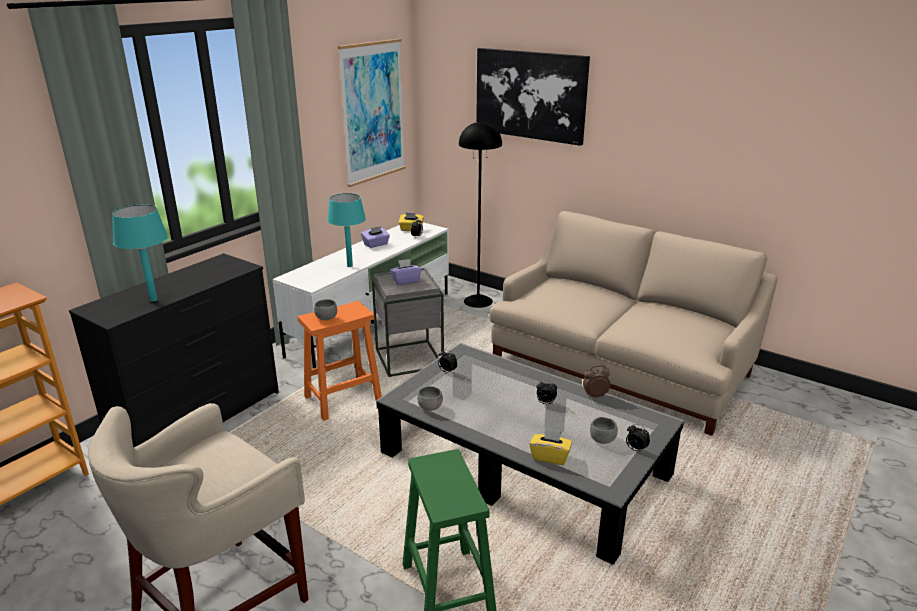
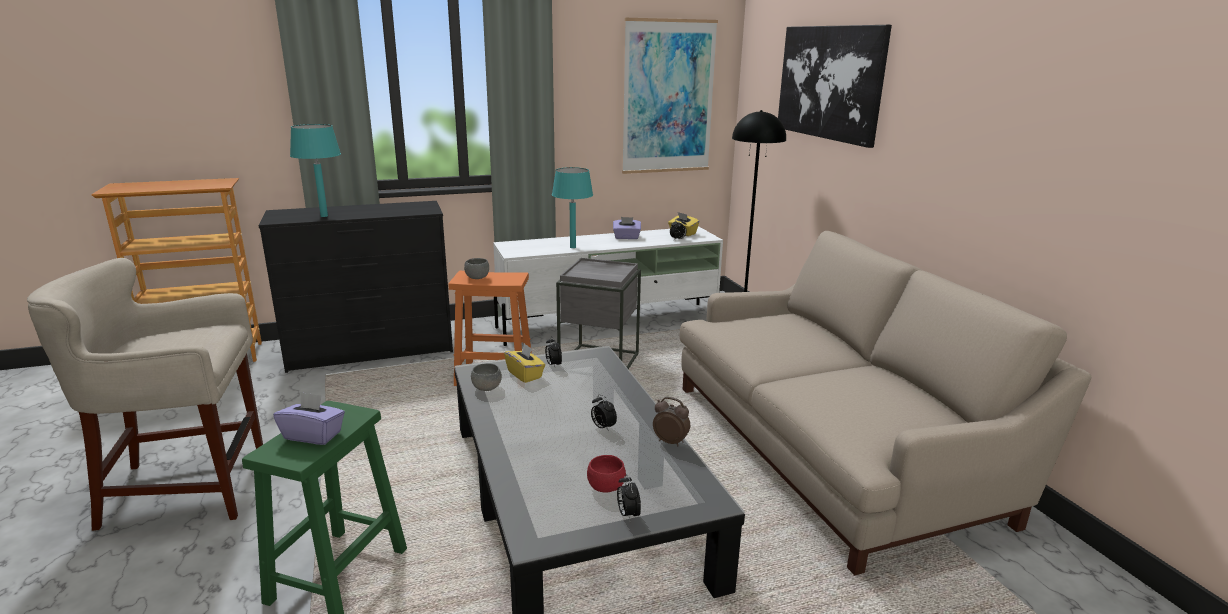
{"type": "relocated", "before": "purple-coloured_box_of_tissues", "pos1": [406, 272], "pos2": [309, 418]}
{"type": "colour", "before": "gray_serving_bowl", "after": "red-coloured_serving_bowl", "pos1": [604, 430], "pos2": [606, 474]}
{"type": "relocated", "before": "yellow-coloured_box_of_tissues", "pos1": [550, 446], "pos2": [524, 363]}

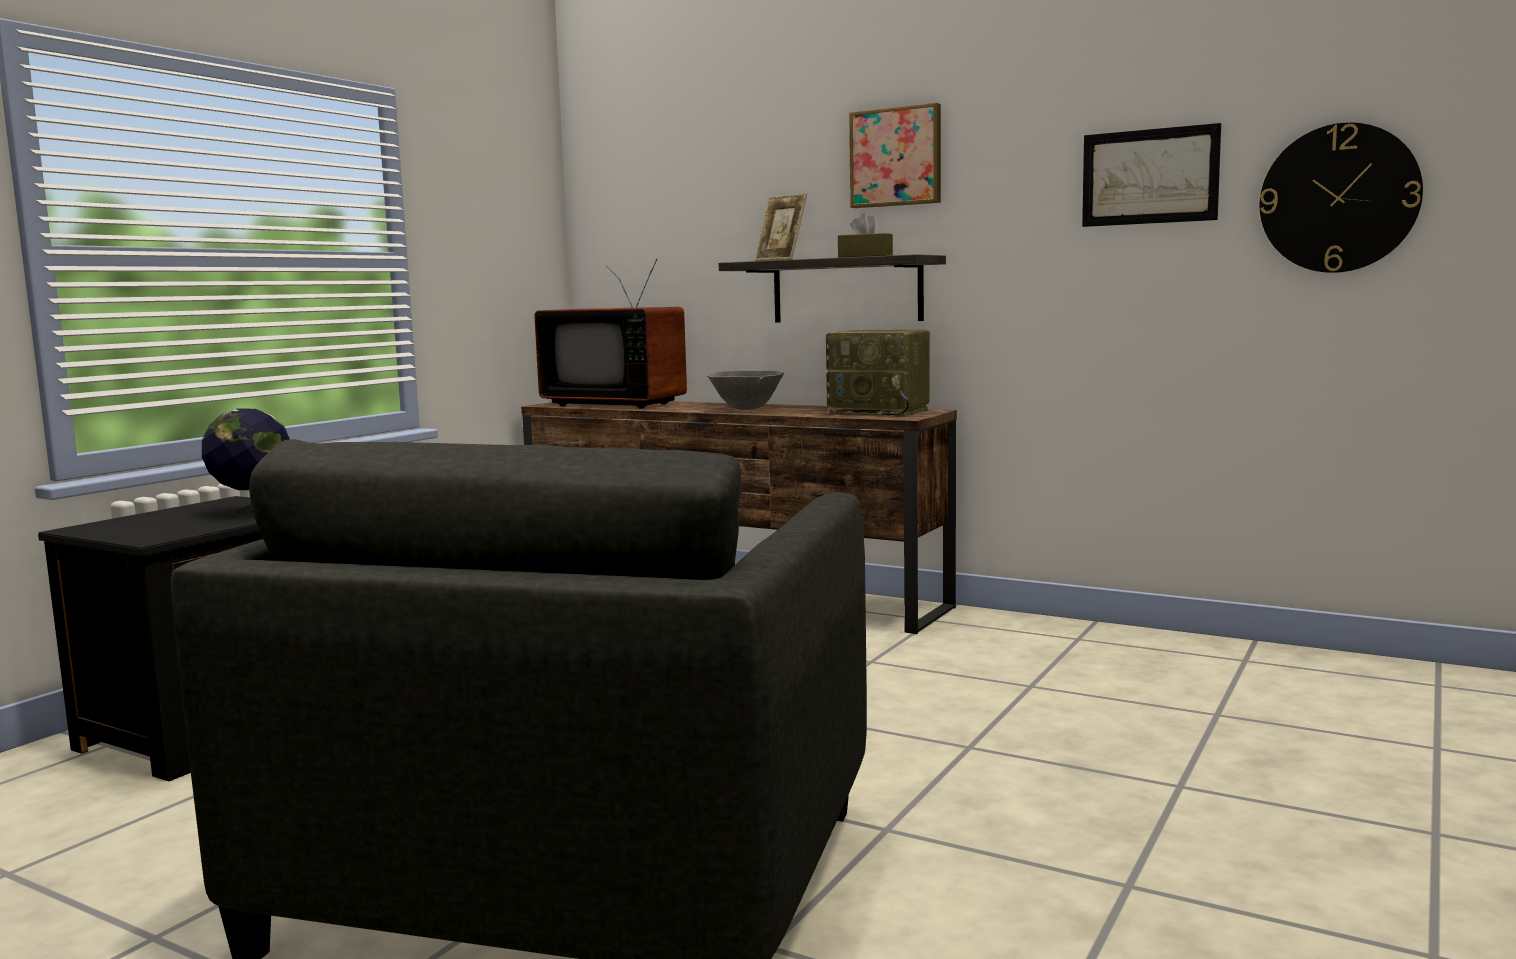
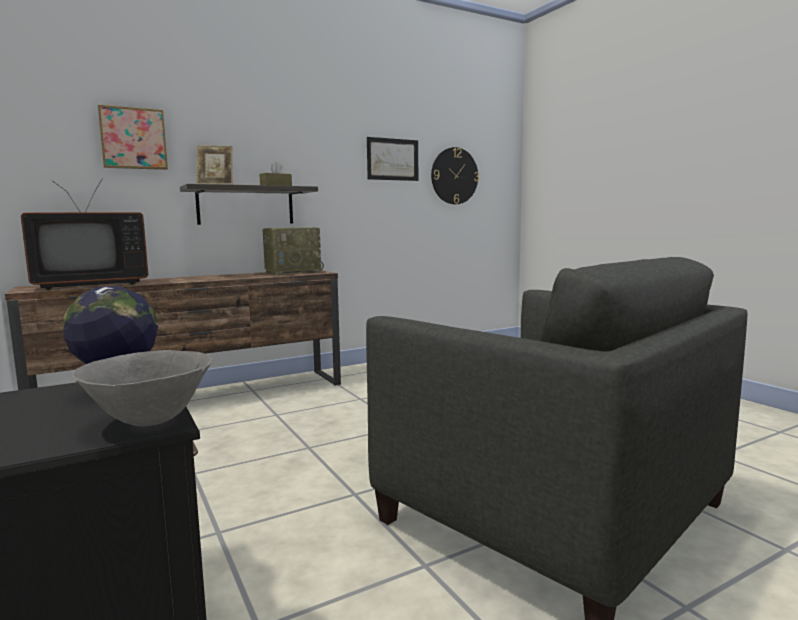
{"type": "relocated", "before": "wall_picture", "pos1": [895, 155], "pos2": [133, 137]}
{"type": "relocated", "before": "gray_serving_bowl", "pos1": [745, 390], "pos2": [142, 388]}

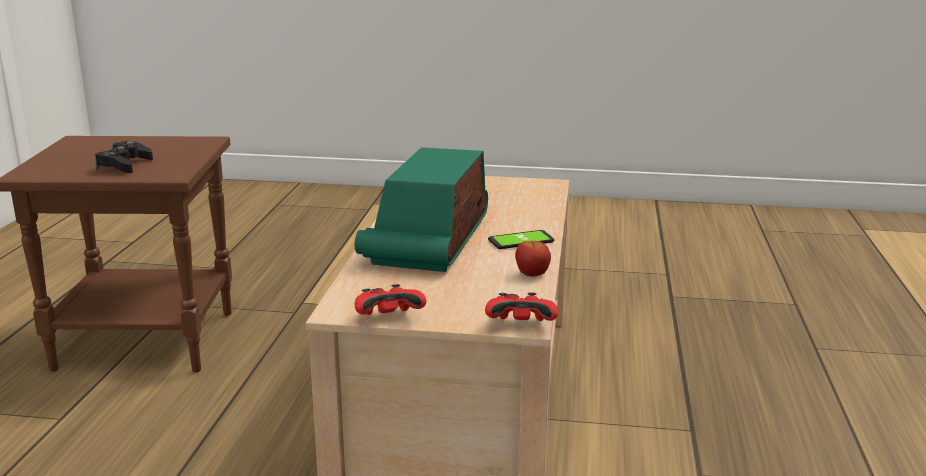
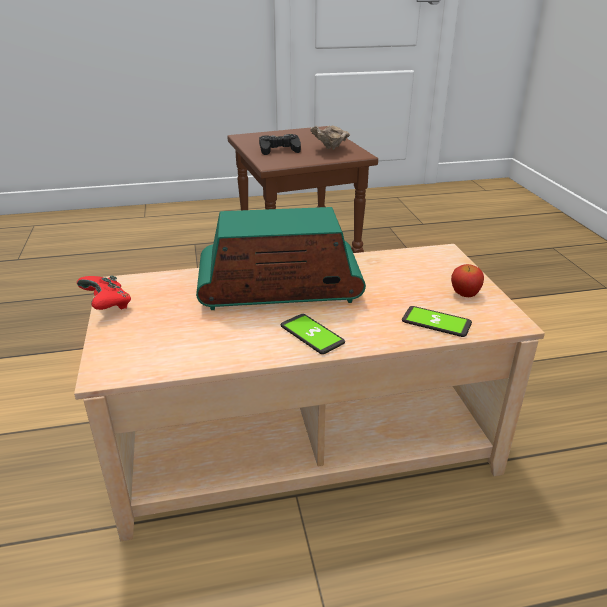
{"type": "relocated", "before": "apple_fruit", "pos1": [533, 259], "pos2": [467, 280]}
{"type": "missing", "before": "red-coloured_joypad", "pos1": [521, 306]}
{"type": "appeared", "after": "sand-coloured_serving_bowl", "pos2": [330, 137]}
{"type": "appeared", "after": "handset", "pos2": [437, 321]}

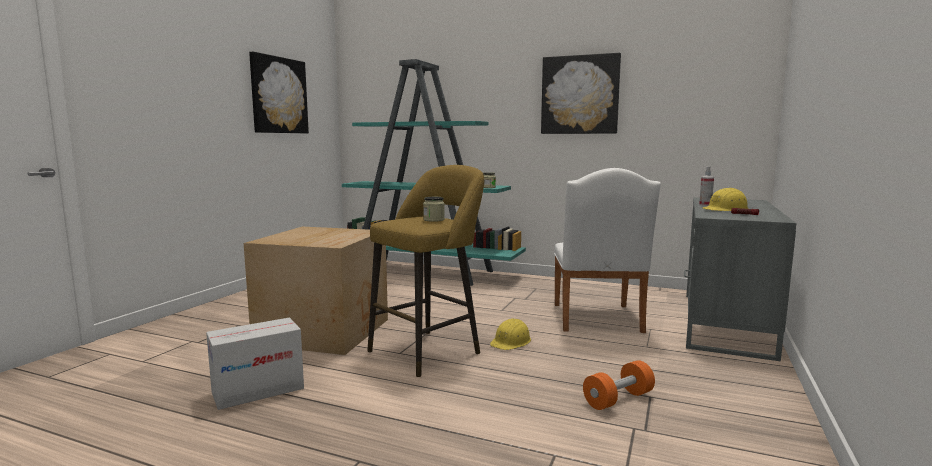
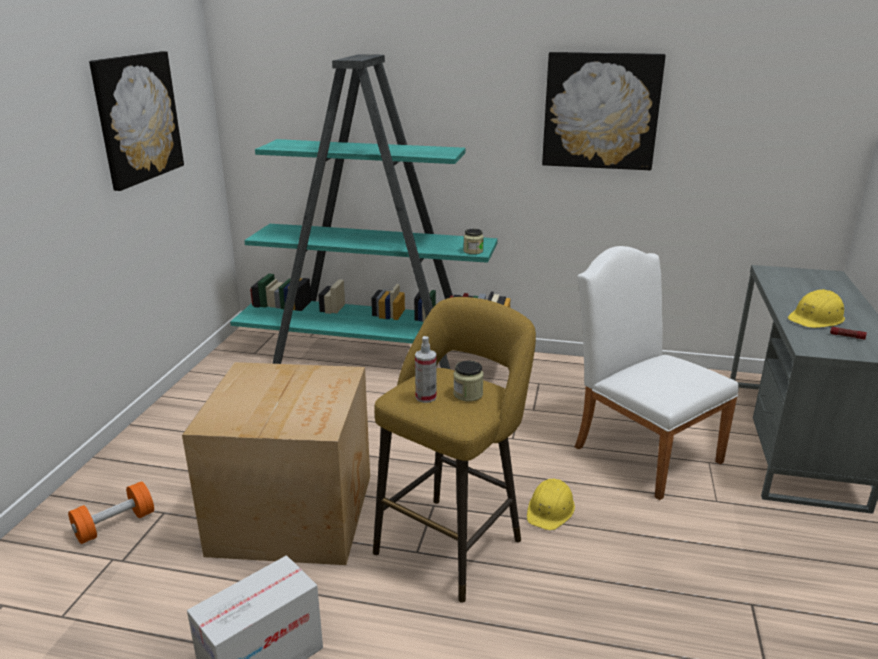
{"type": "relocated", "before": "sprayer", "pos1": [706, 186], "pos2": [426, 369]}
{"type": "spun", "before": "whitish_upright_chair", "pos1": [607, 250], "pos2": [656, 373], "turn": 150}
{"type": "relocated", "before": "orange_hand_weight", "pos1": [619, 385], "pos2": [111, 512]}

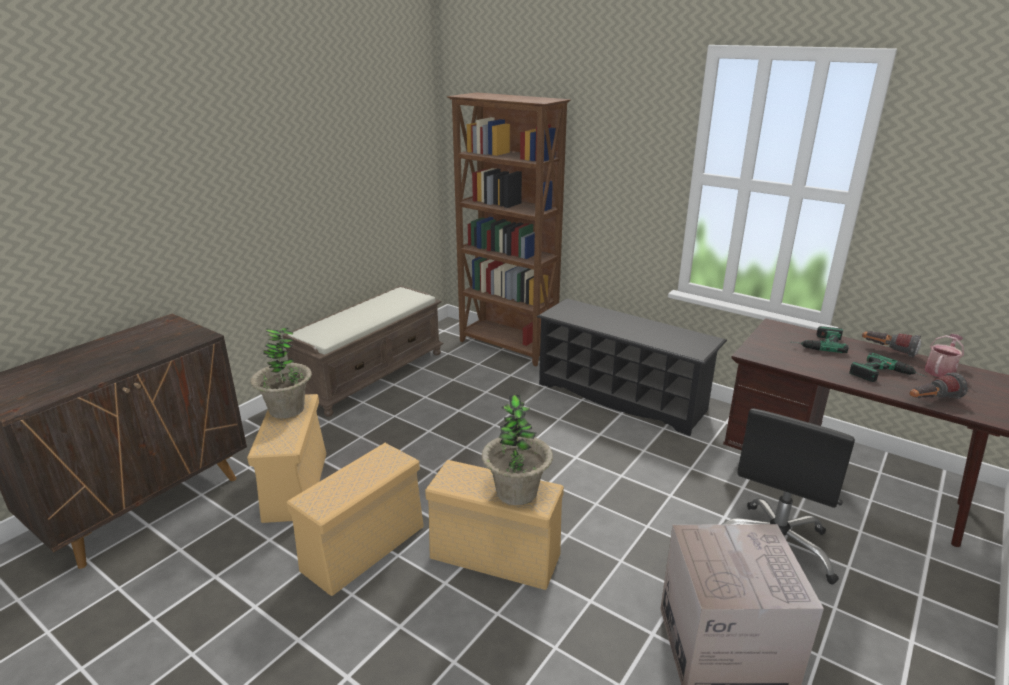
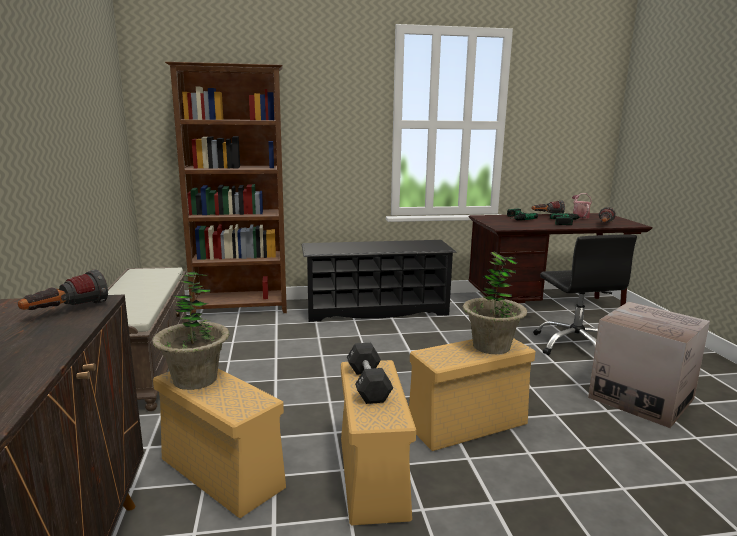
{"type": "appeared", "after": "flashlight", "pos2": [63, 290]}
{"type": "appeared", "after": "blackish_hand_weight", "pos2": [370, 373]}

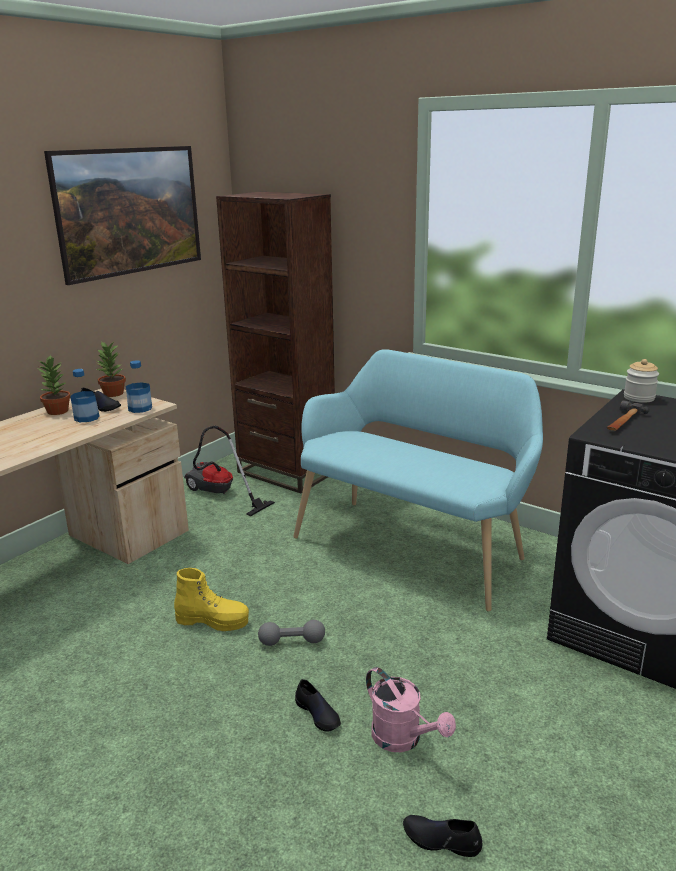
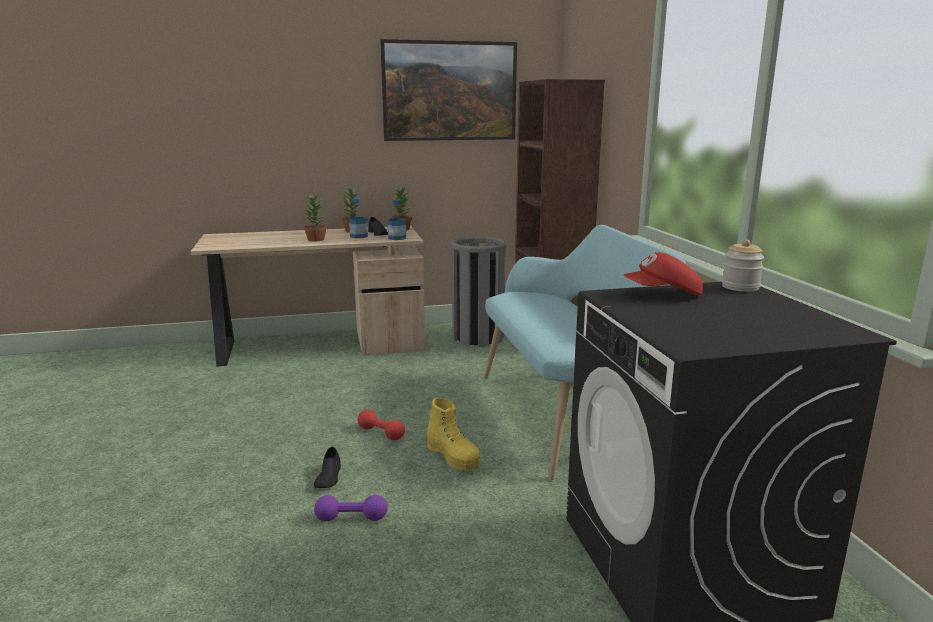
{"type": "exchanged", "before": "hammer", "after": "red-coloured_baseball_cap", "pos1": [628, 415], "pos2": [663, 274]}
{"type": "exchanged", "before": "vacuum_cleaner", "after": "gray_waste_bin", "pos1": [229, 471], "pos2": [479, 291]}
{"type": "relocated", "before": "yellow-coloured_tall_boot", "pos1": [211, 599], "pos2": [453, 434]}
{"type": "colour", "before": "gray_hand_weight", "after": "red-coloured_hand_weight", "pos1": [291, 633], "pos2": [381, 425]}
{"type": "exchanged", "before": "pink-coloured_watering_pot", "after": "purple-coloured_hand_weight", "pos1": [411, 709], "pos2": [351, 508]}
{"type": "missing", "before": "blackish_low_shoe", "pos1": [443, 836]}
{"type": "appeared", "after": "houseplant", "pos2": [315, 218]}

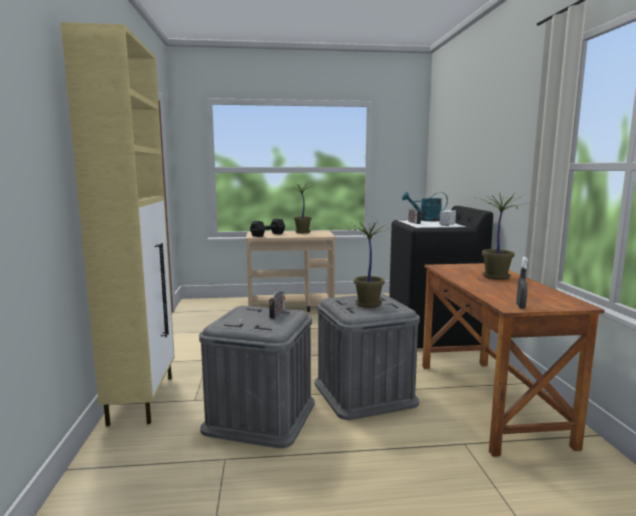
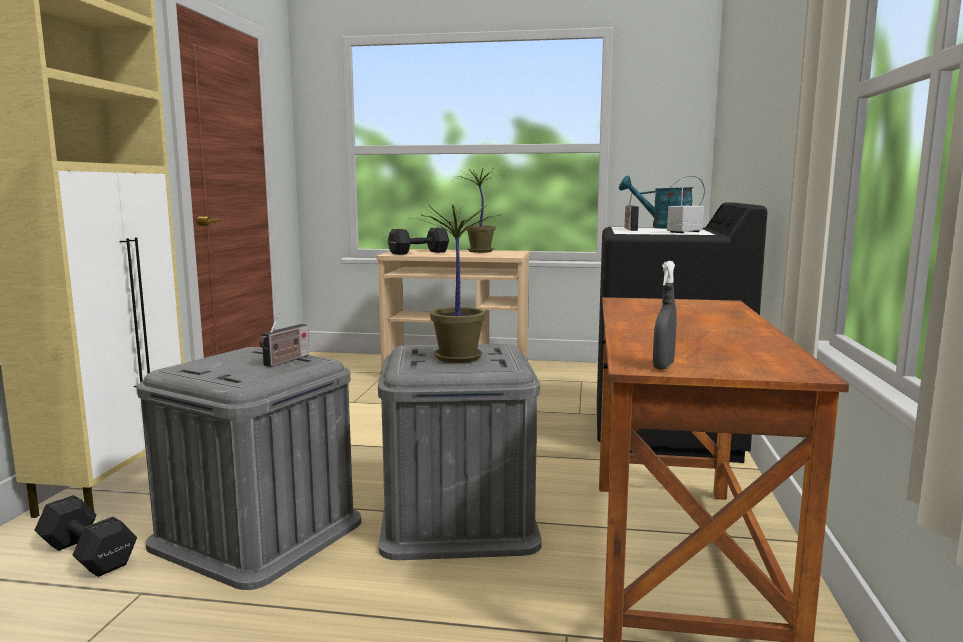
{"type": "missing", "before": "houseplant", "pos1": [508, 236]}
{"type": "appeared", "after": "blackish_hand_weight", "pos2": [85, 536]}

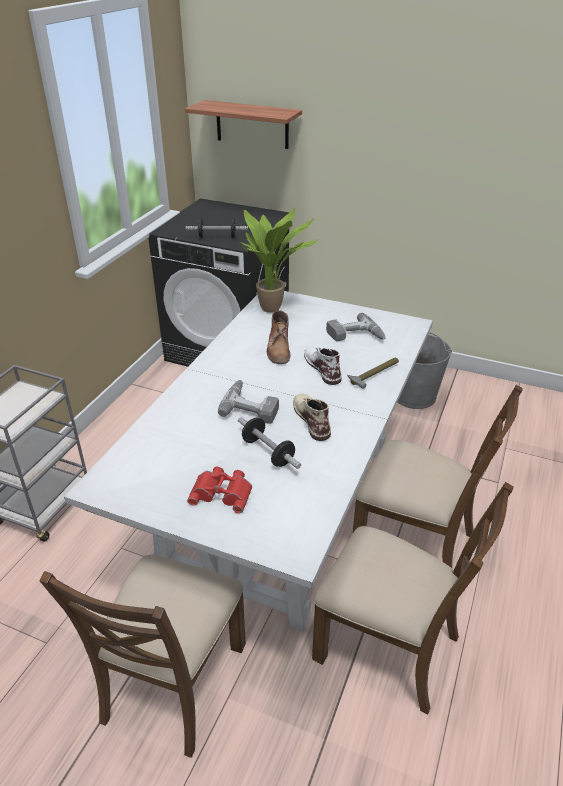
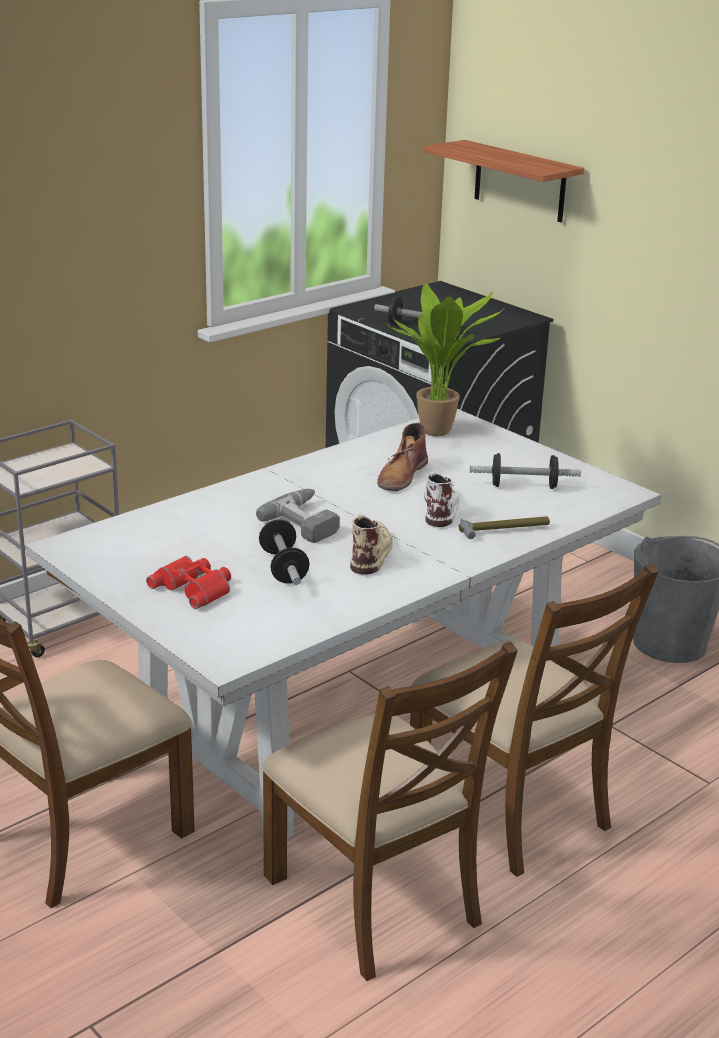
{"type": "exchanged", "before": "drill", "after": "hand_weight", "pos1": [356, 327], "pos2": [525, 471]}

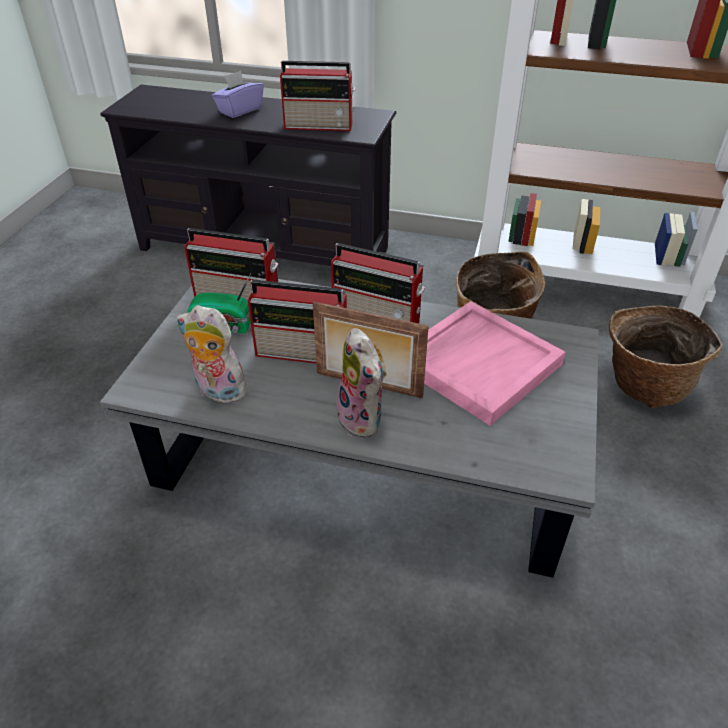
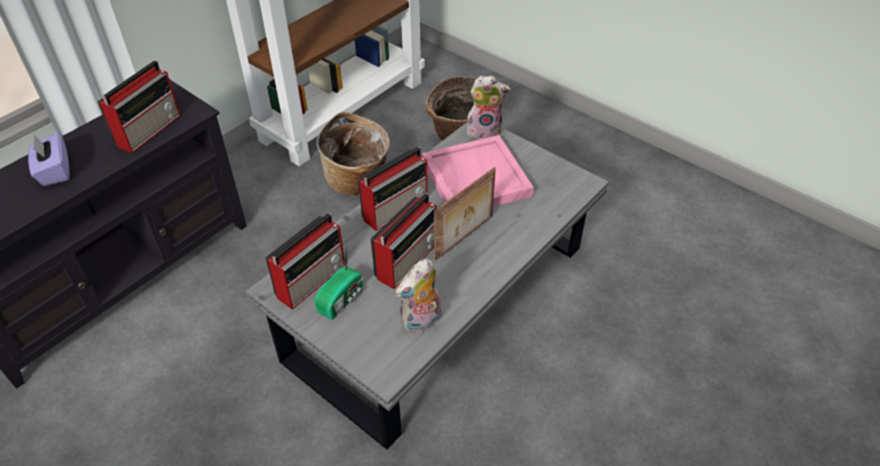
{"type": "relocated", "before": "soft_toy", "pos1": [360, 383], "pos2": [489, 107]}

